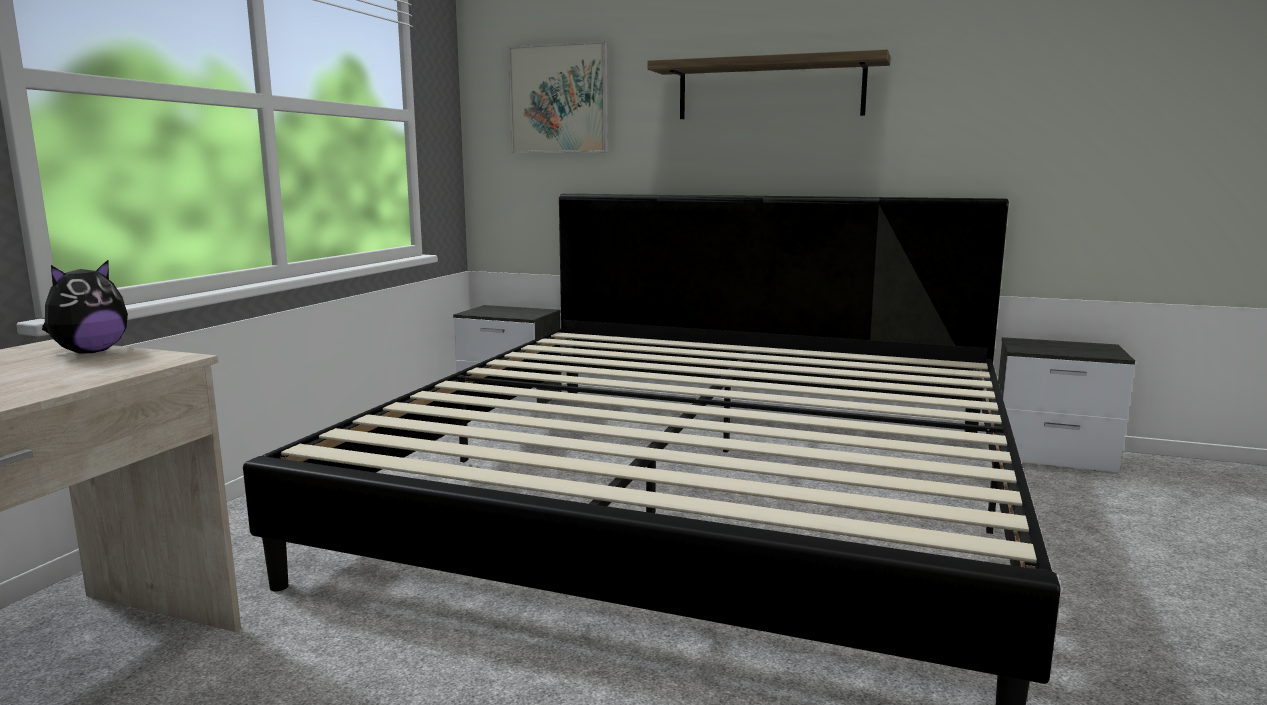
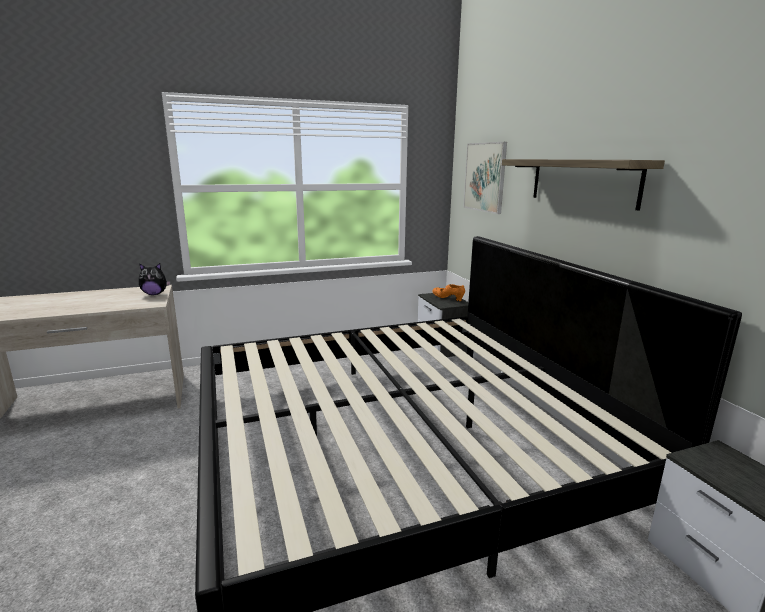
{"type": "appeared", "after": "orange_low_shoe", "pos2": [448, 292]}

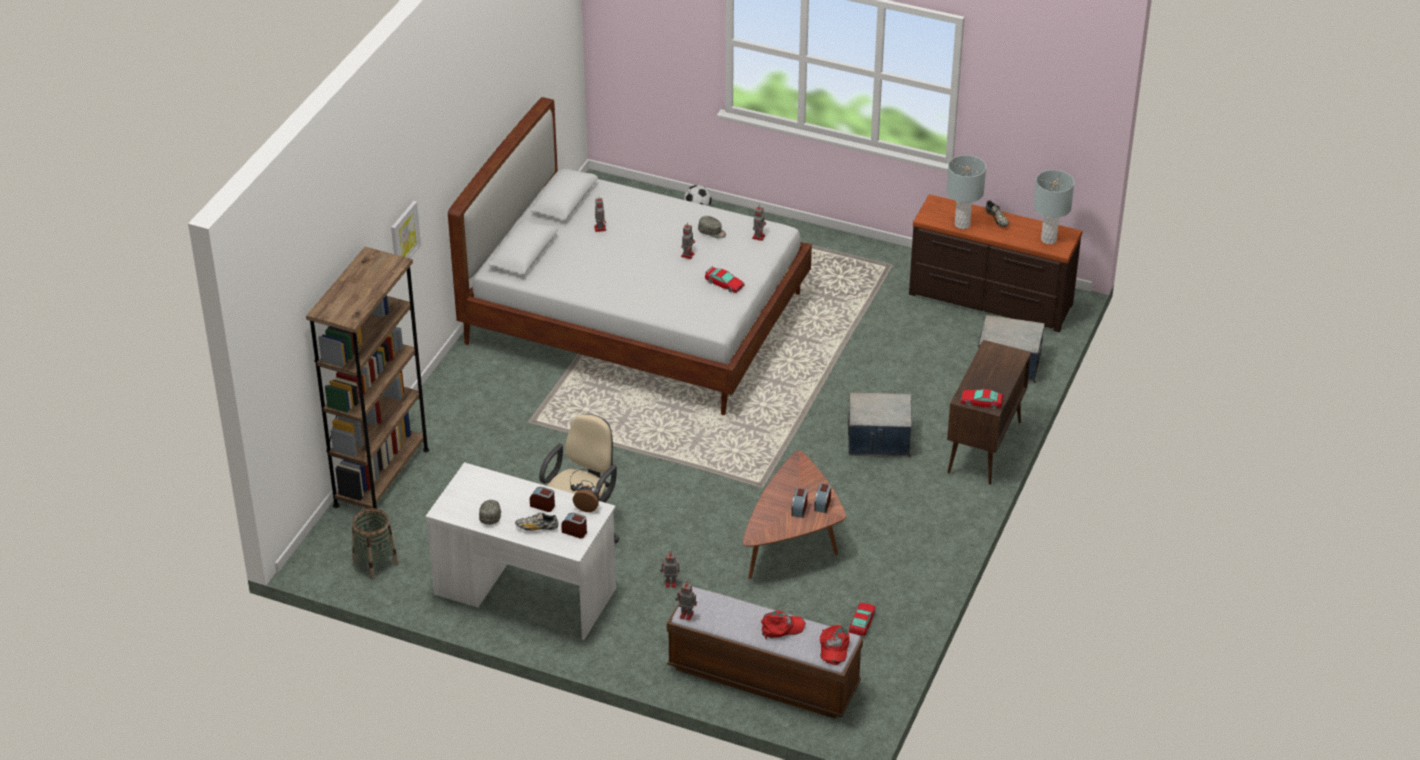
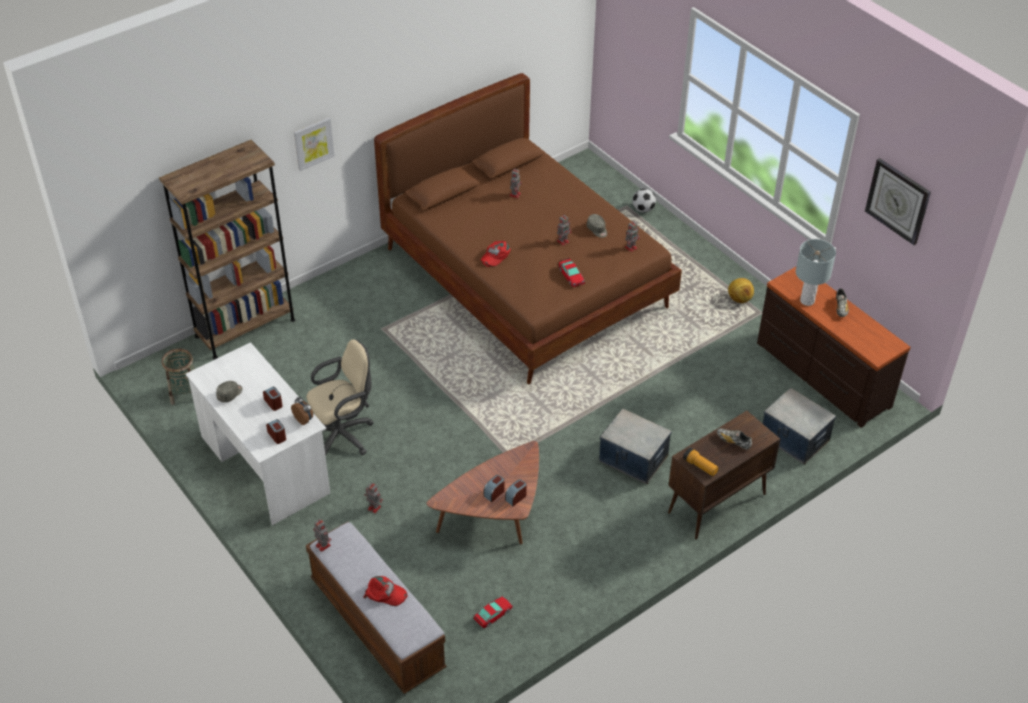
{"type": "colour", "before": "whitish_bed", "after": "brown_bed", "pos1": [630, 256], "pos2": [528, 228]}
{"type": "missing", "before": "gray_lamp_for_a_table", "pos1": [1053, 207]}
{"type": "exchanged", "before": "miniature_car", "after": "flashlight", "pos1": [982, 399], "pos2": [701, 461]}
{"type": "relocated", "before": "low_shoe", "pos1": [536, 521], "pos2": [734, 439]}
{"type": "relocated", "before": "red-coloured_baseball_cap", "pos1": [835, 645], "pos2": [496, 254]}
{"type": "appeared", "after": "wall_clock", "pos2": [898, 201]}
{"type": "appeared", "after": "football_ball", "pos2": [741, 290]}

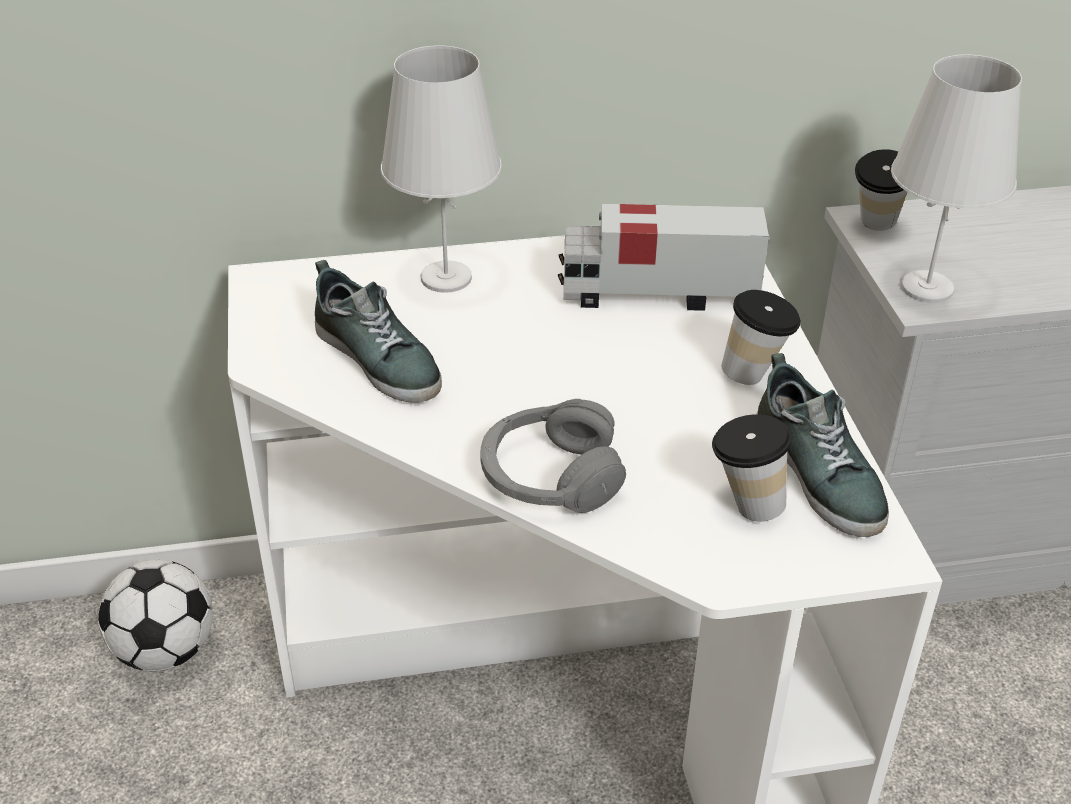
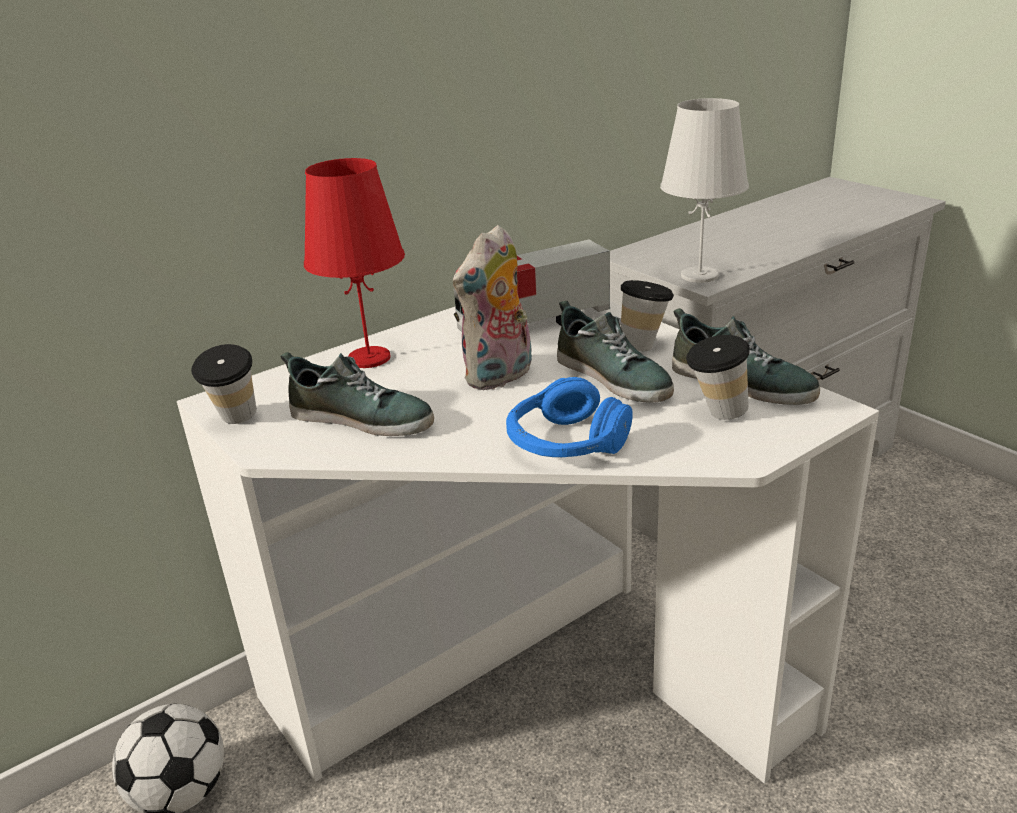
{"type": "colour", "before": "whitish_lamp_for_a_table", "after": "red-coloured_lamp_for_a_table", "pos1": [441, 169], "pos2": [354, 263]}
{"type": "relocated", "before": "drinking_cup", "pos1": [881, 190], "pos2": [223, 384]}
{"type": "colour", "before": "gray_headset", "after": "blue_headset", "pos1": [553, 456], "pos2": [569, 417]}
{"type": "appeared", "after": "soft_toy", "pos2": [492, 307]}
{"type": "appeared", "after": "low_shoe", "pos2": [615, 352]}

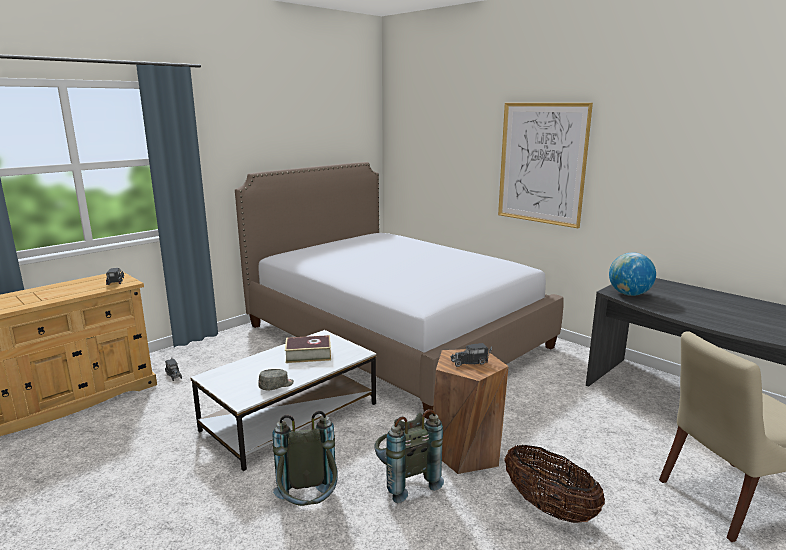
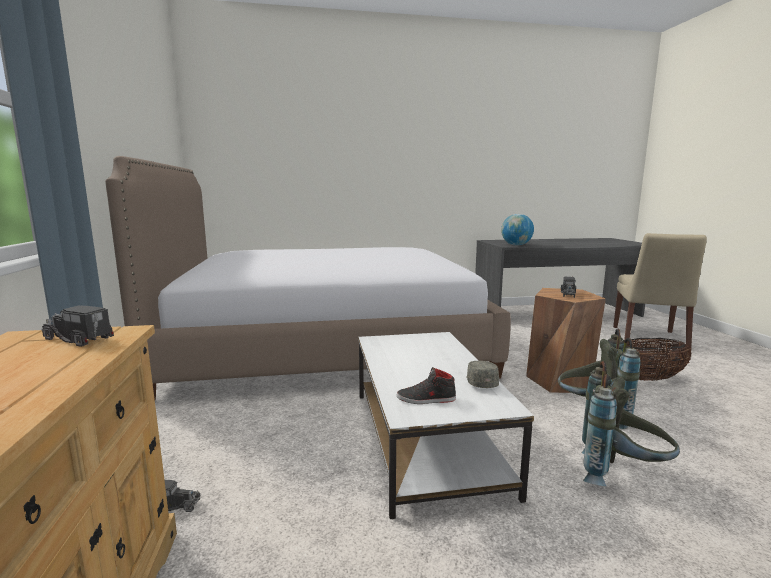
{"type": "missing", "before": "wall_picture", "pos1": [545, 165]}
{"type": "missing", "before": "book", "pos1": [308, 349]}
{"type": "appeared", "after": "blackish_low_shoe", "pos2": [426, 385]}

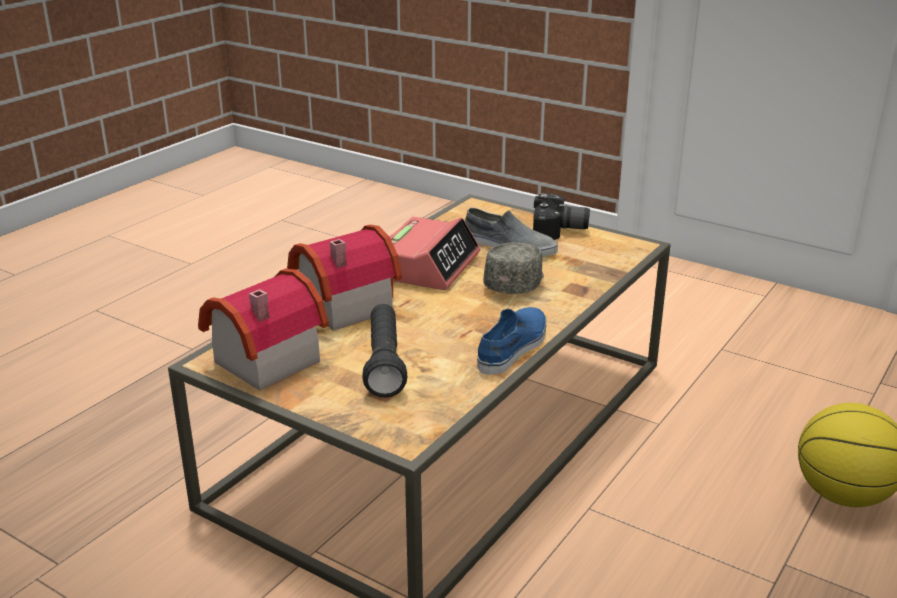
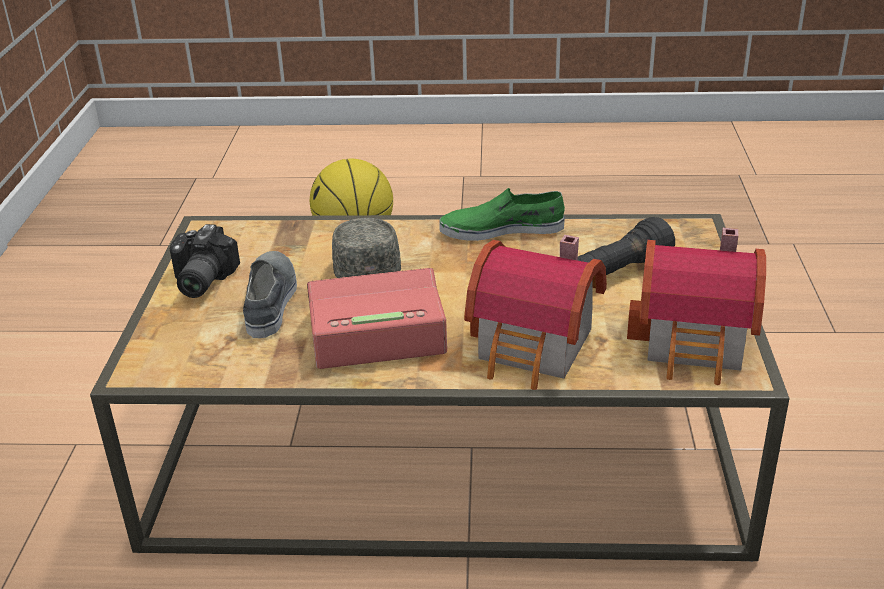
{"type": "spun", "before": "photo_camera", "pos1": [561, 216], "pos2": [205, 261], "turn": -150}
{"type": "spun", "before": "gray_baseball_cap", "pos1": [513, 268], "pos2": [366, 248], "turn": 90}
{"type": "colour", "before": "blue_low_shoe", "after": "green_low_shoe", "pos1": [511, 341], "pos2": [502, 214]}

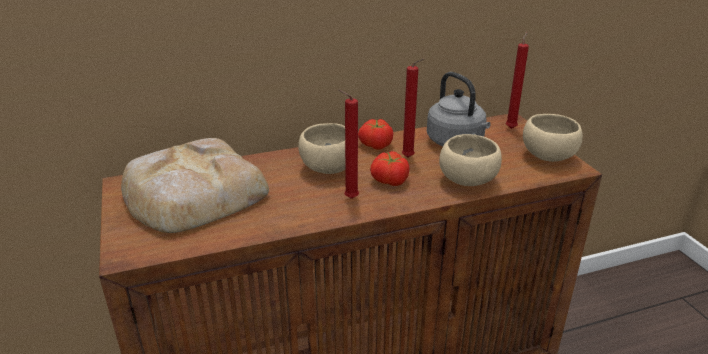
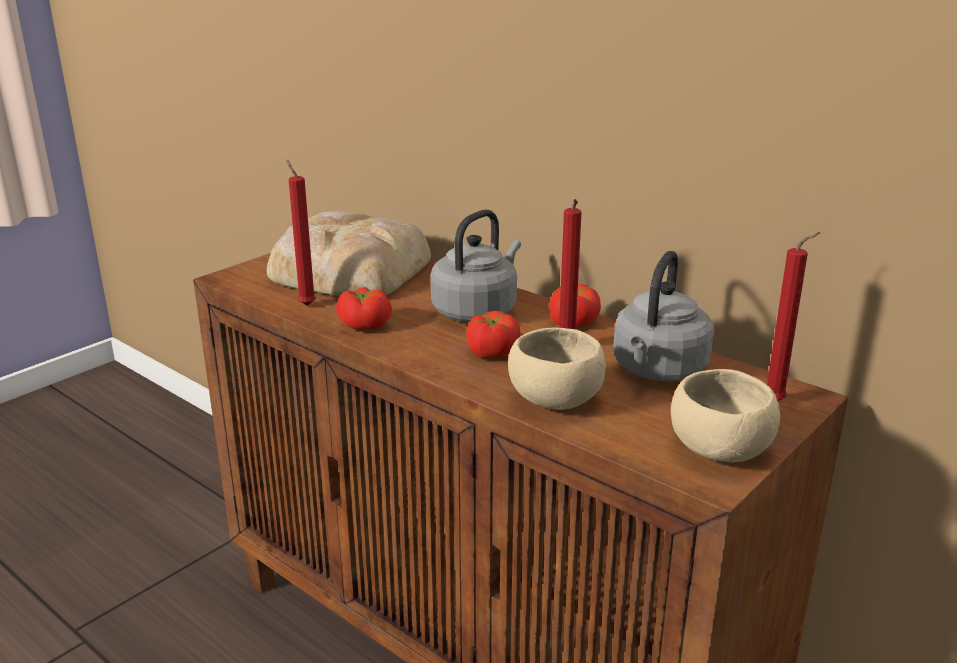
{"type": "relocated", "before": "red-coloured_wax_light", "pos1": [348, 144], "pos2": [301, 233]}
{"type": "exchanged", "before": "sand-coloured_serving_bowl", "after": "gray_tea_kettle", "pos1": [321, 148], "pos2": [475, 265]}
{"type": "appeared", "after": "fresh_tomato", "pos2": [364, 308]}

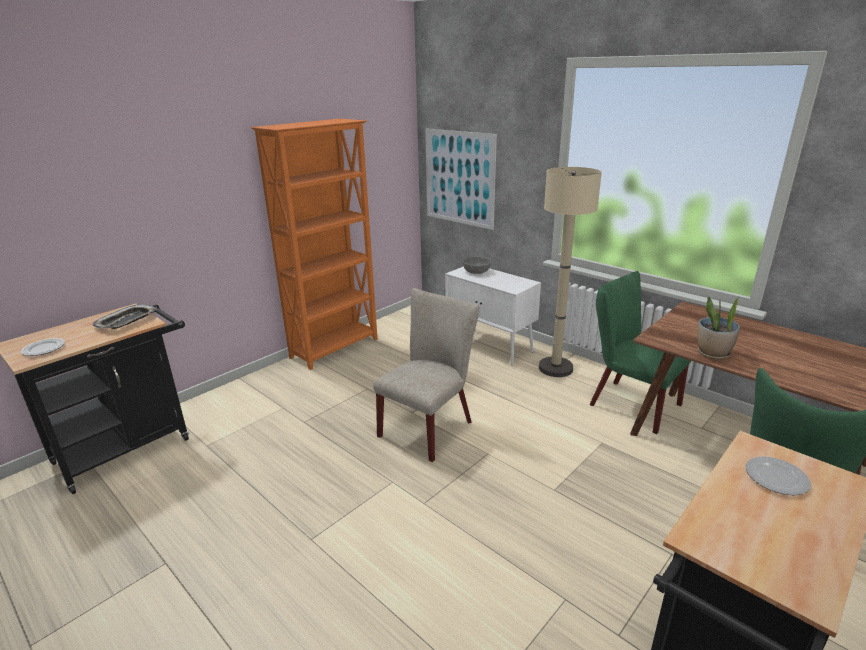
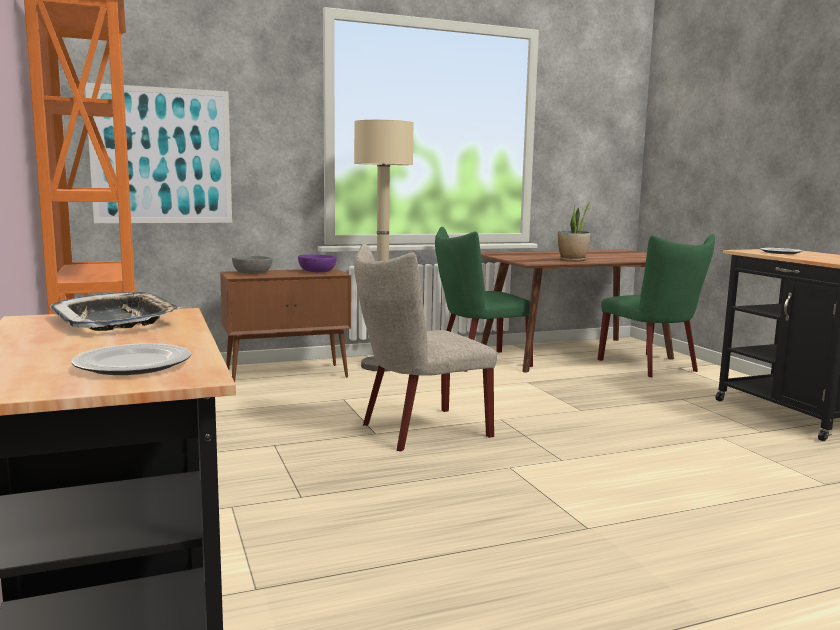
{"type": "colour", "before": "whitish_cupboard", "after": "brown_cupboard", "pos1": [493, 316], "pos2": [285, 325]}
{"type": "spun", "before": "sand-coloured_upright_chair", "pos1": [426, 375], "pos2": [425, 347], "turn": -90}
{"type": "appeared", "after": "purple-coloured_serving_bowl", "pos2": [317, 263]}

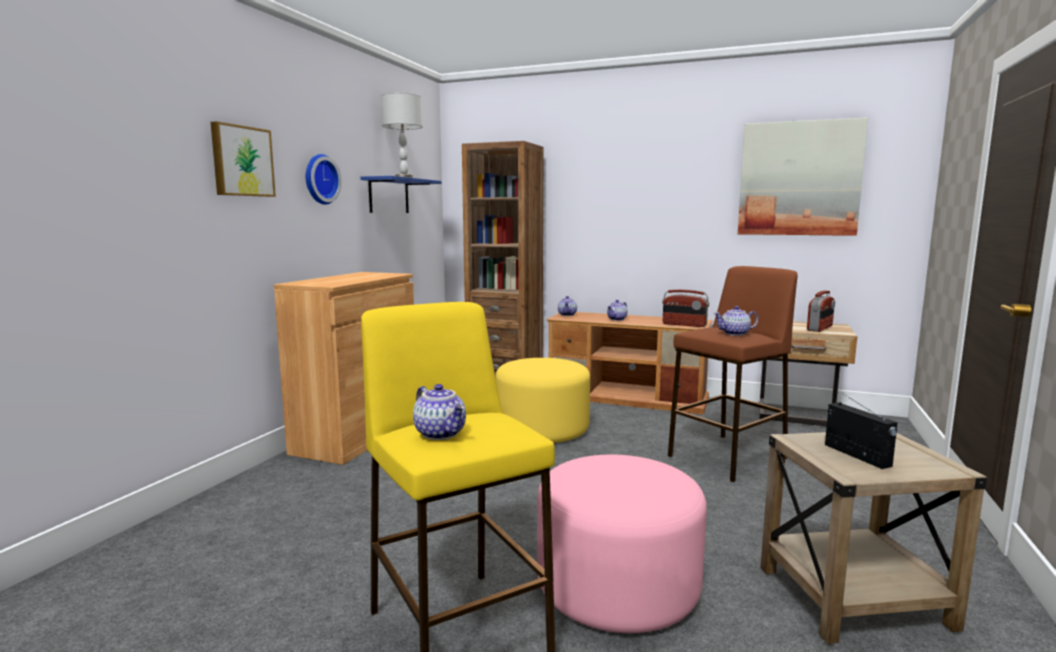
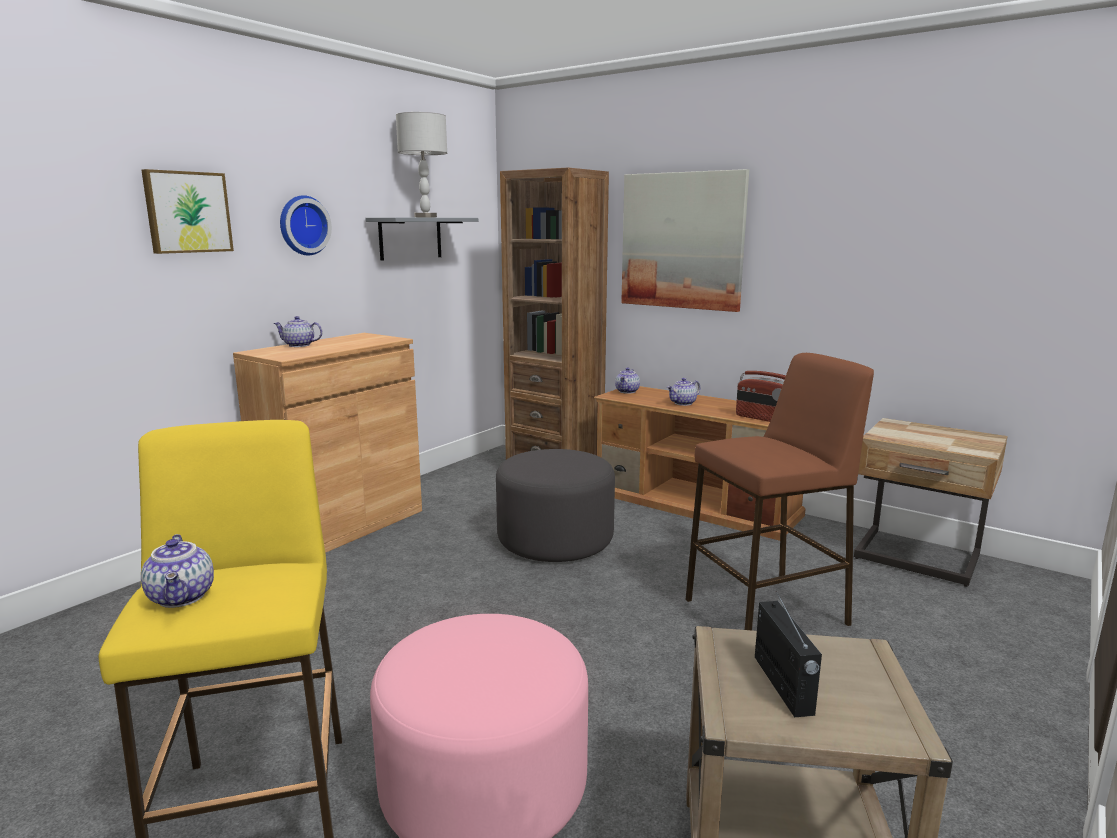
{"type": "relocated", "before": "wall_picture", "pos1": [803, 176], "pos2": [685, 240]}
{"type": "colour", "before": "blue_wall_shelf", "after": "gray_wall_shelf", "pos1": [400, 194], "pos2": [421, 239]}
{"type": "missing", "before": "radio_set", "pos1": [821, 311]}
{"type": "relocated", "before": "tea_pot", "pos1": [736, 321], "pos2": [298, 331]}
{"type": "colour", "before": "yellow-coloured_ottoman", "after": "gray_ottoman", "pos1": [542, 400], "pos2": [555, 505]}

